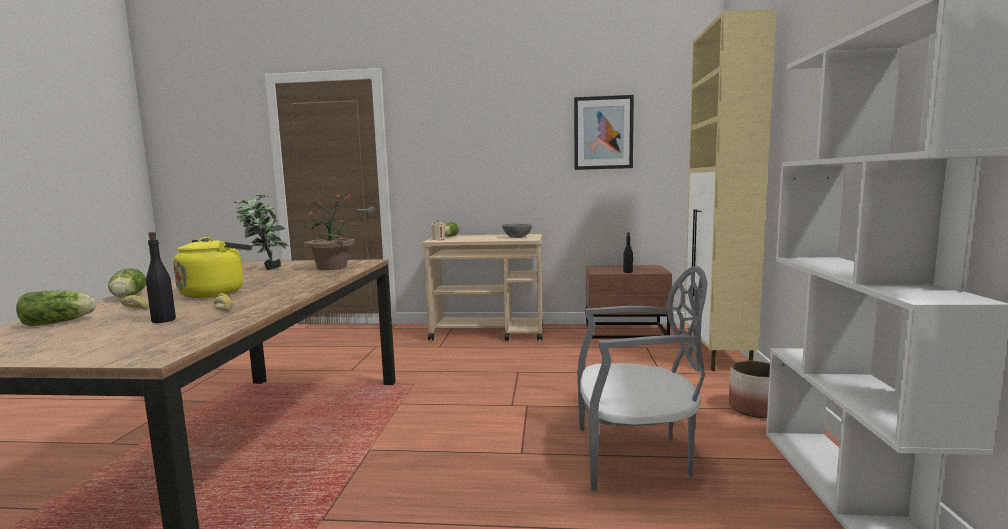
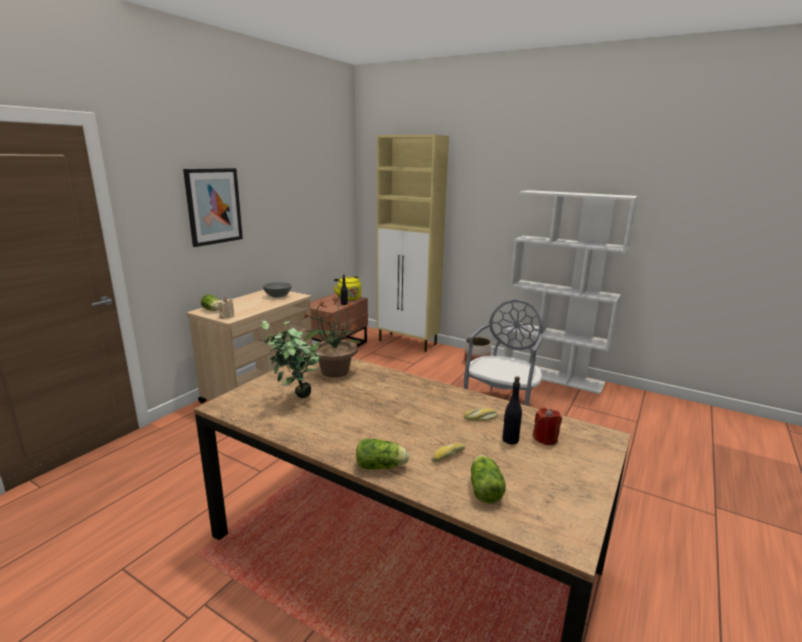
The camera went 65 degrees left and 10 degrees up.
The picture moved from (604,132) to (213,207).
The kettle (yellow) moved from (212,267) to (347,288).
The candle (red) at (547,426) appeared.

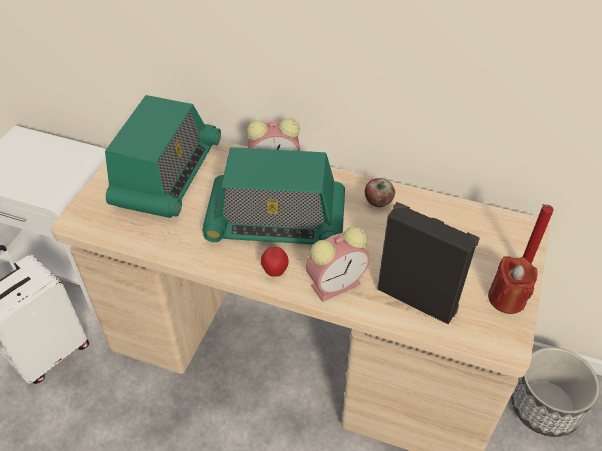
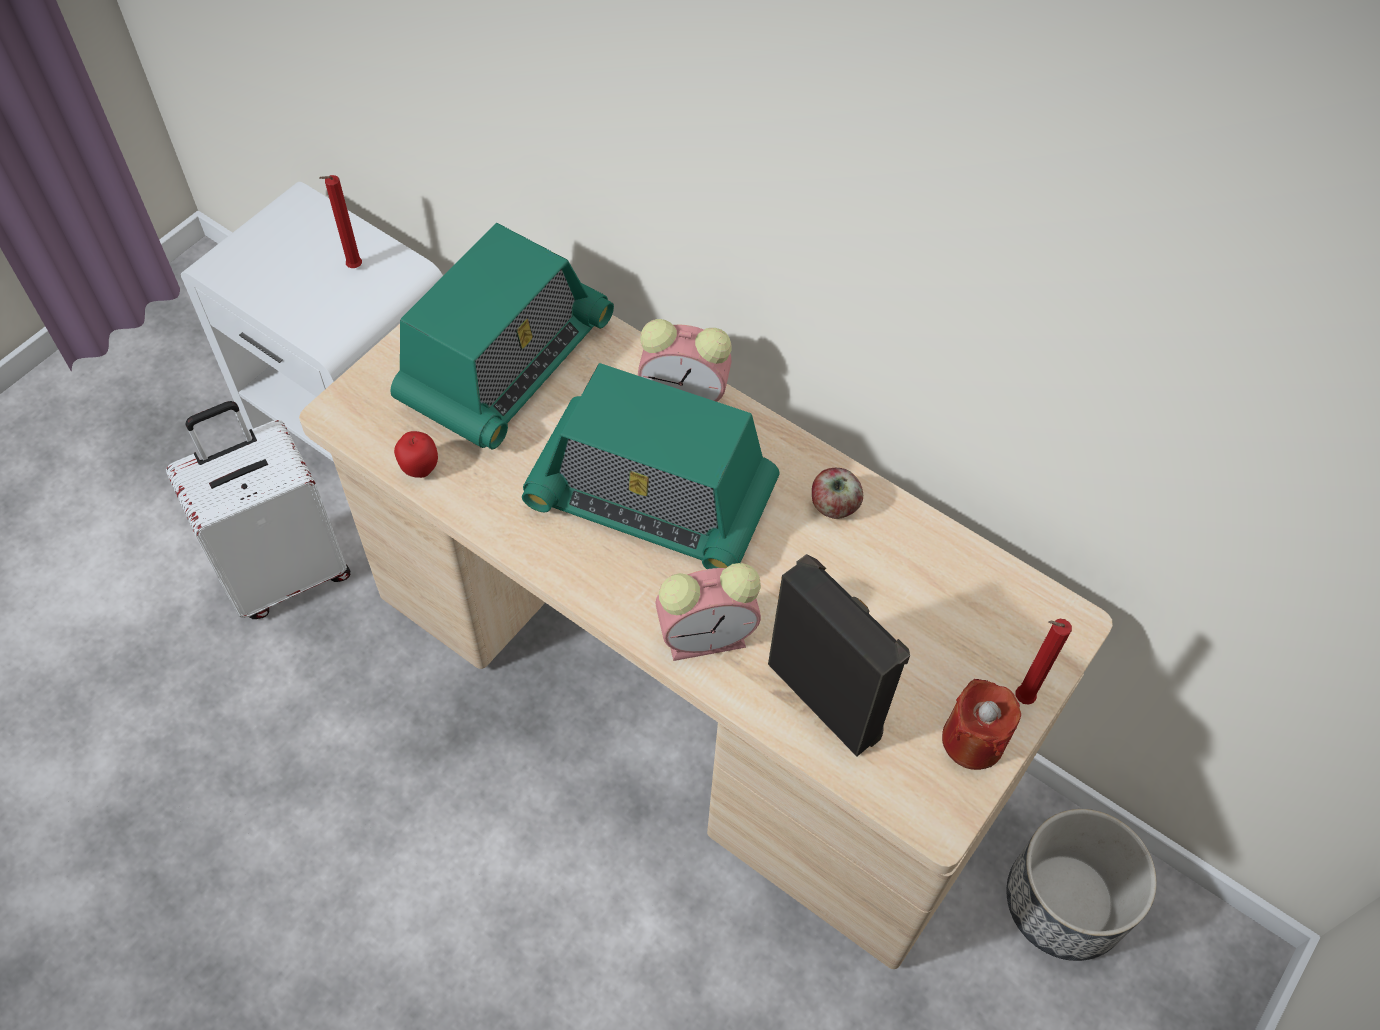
The camera went 15 degrees right and 10 degrees up.
The candle (red) at (340,221) appeared.
The apple moved from (275,262) to (416,454).

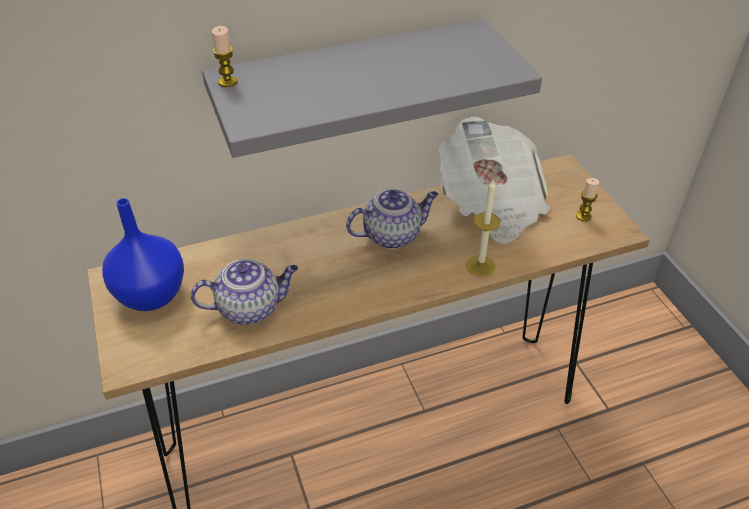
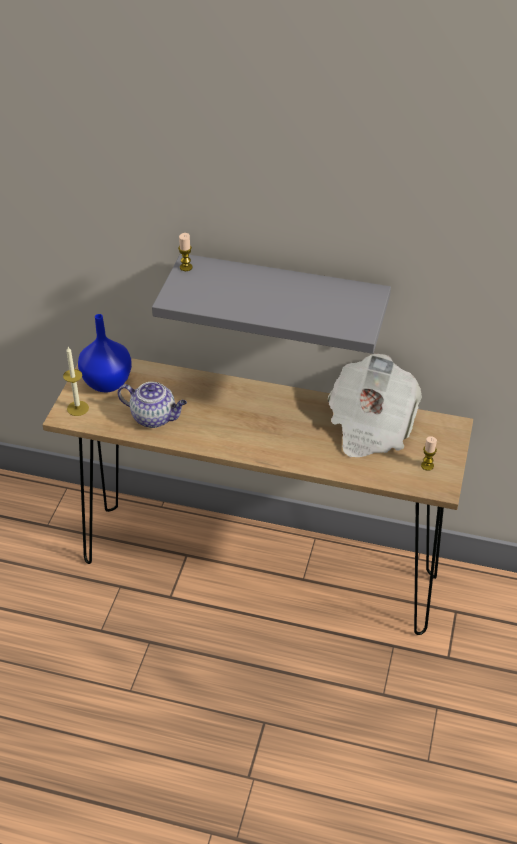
The camera went 35 degrees right and 0 degrees up.
The candle moved from (483,228) to (76,381).
The teapot at (392,218) disappeared.

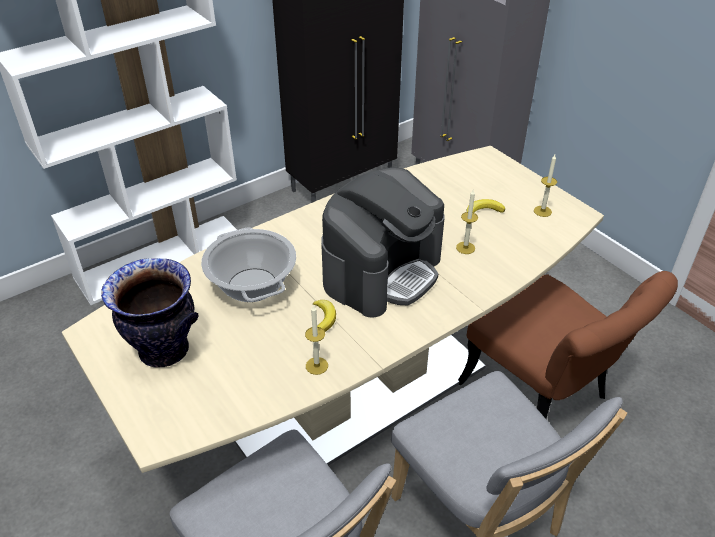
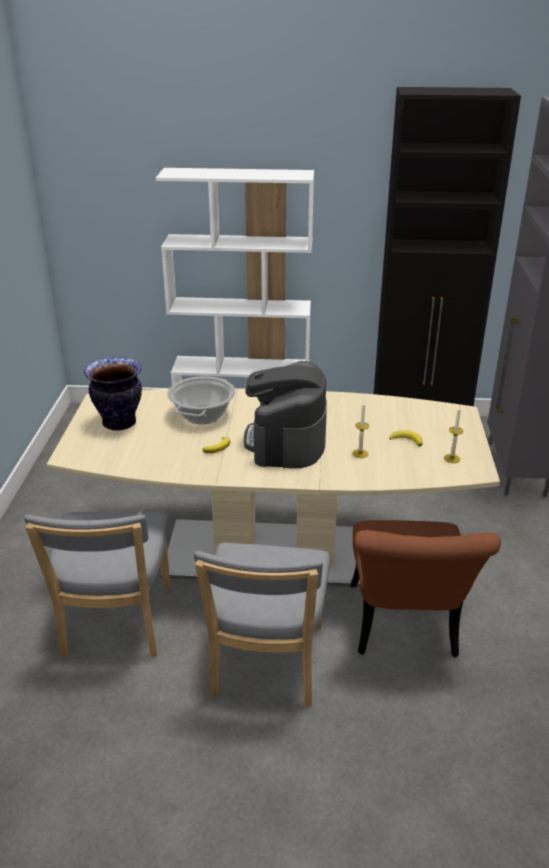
The camera went 40 degrees right and 10 degrees down.
The coffee machine at (383,242) turned 105 degrees clockwise.
The candle at (316,340) disappeared.

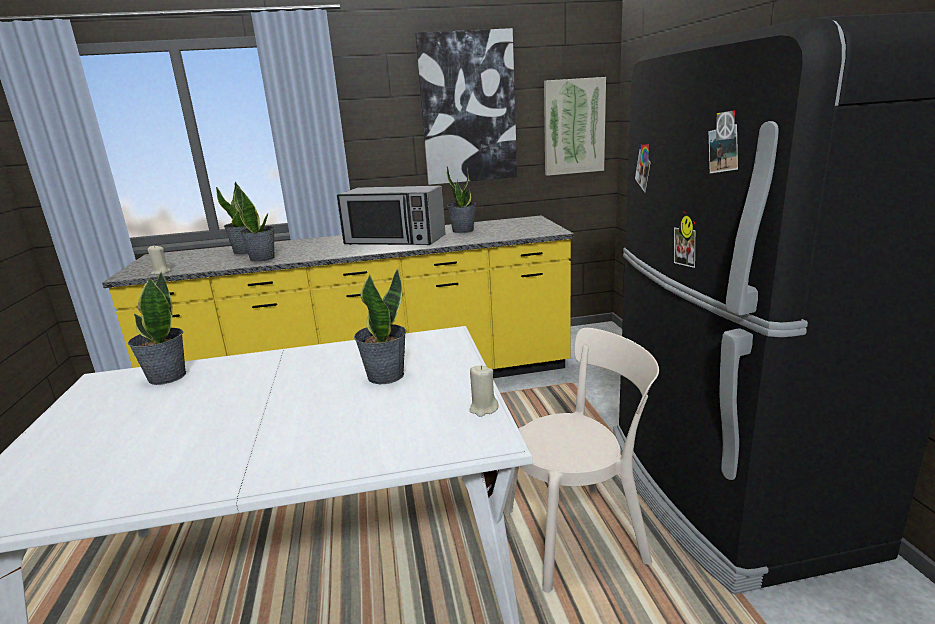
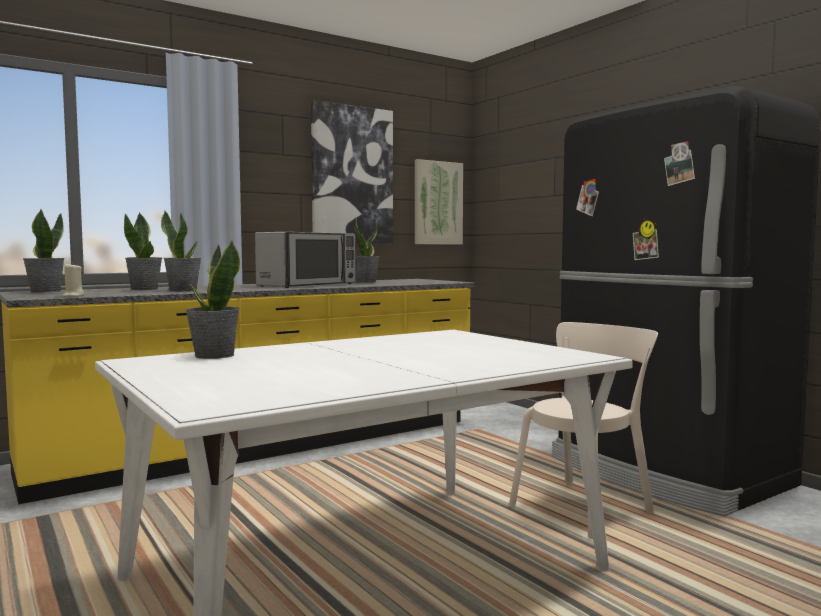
The camera went 25 degrees left and 15 degrees down.
The potted plant moved from (380,326) to (44,251).
The microwave at (391,215) turned 45 degrees counterclockwise.
The candle (beige) at (484,391) disappeared.

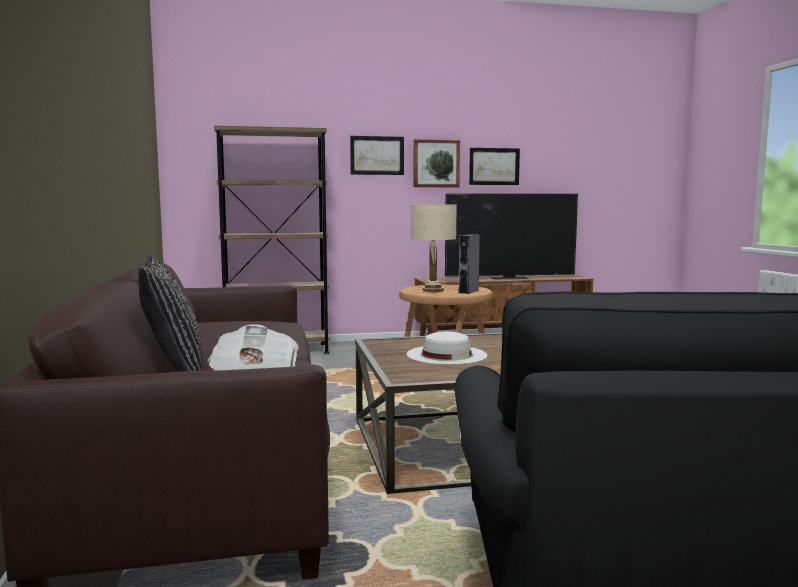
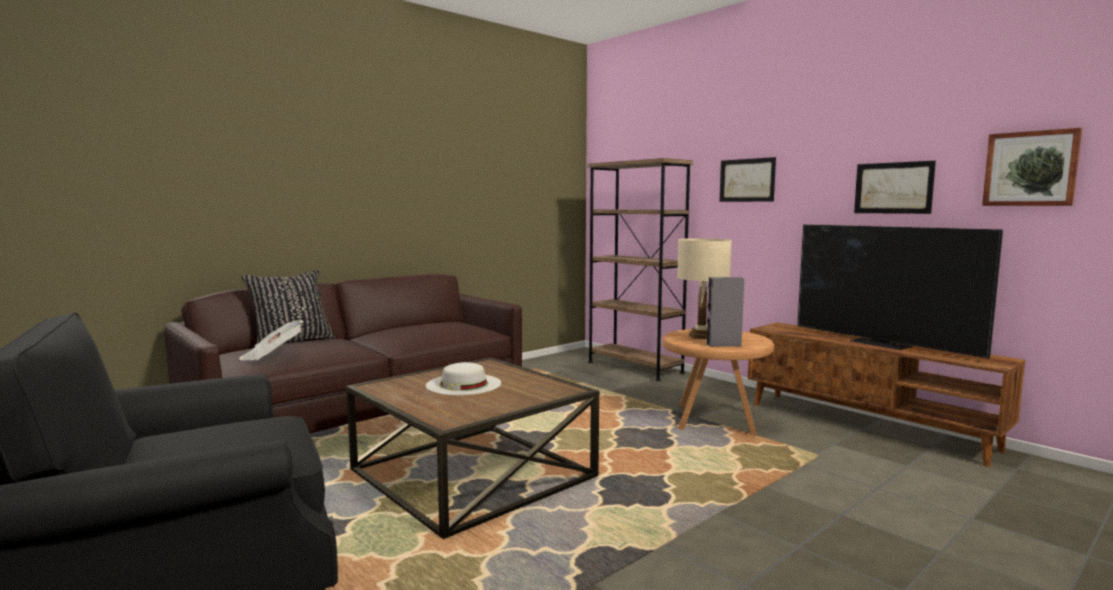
The camera went 60 degrees right and 0 degrees up.
The picture moved from (436,163) to (1032,167).

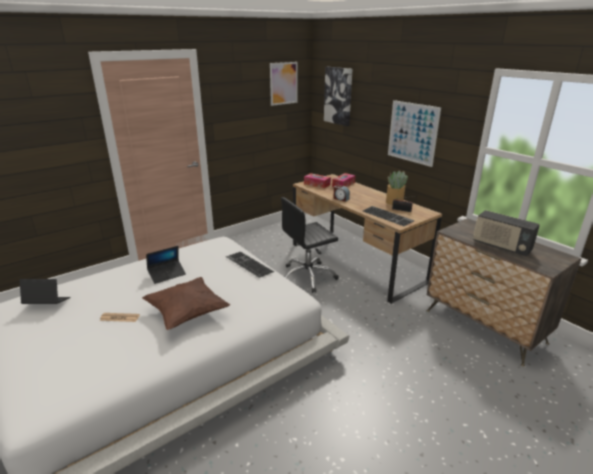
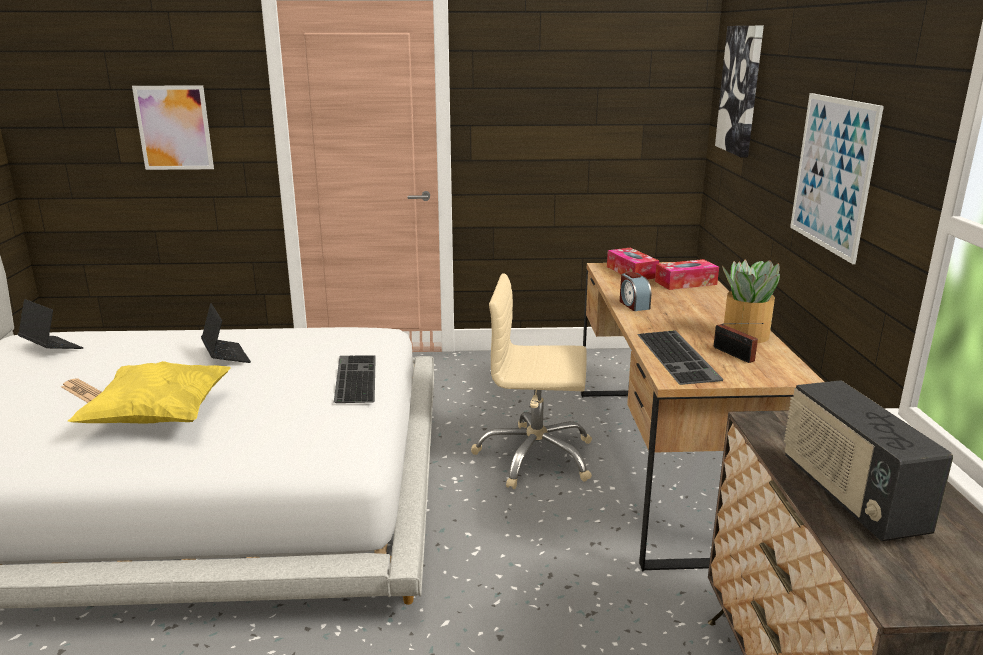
The camera went 35 degrees right and 5 degrees down.
The pillow (brown) at (186,303) became the pillow (yellow) at (149,392).
The picture moved from (284,84) to (173,128).
The laptop at (166,265) turned 120 degrees counterclockwise.
The office chair (black) at (310,245) became the office chair (beige) at (531,381).

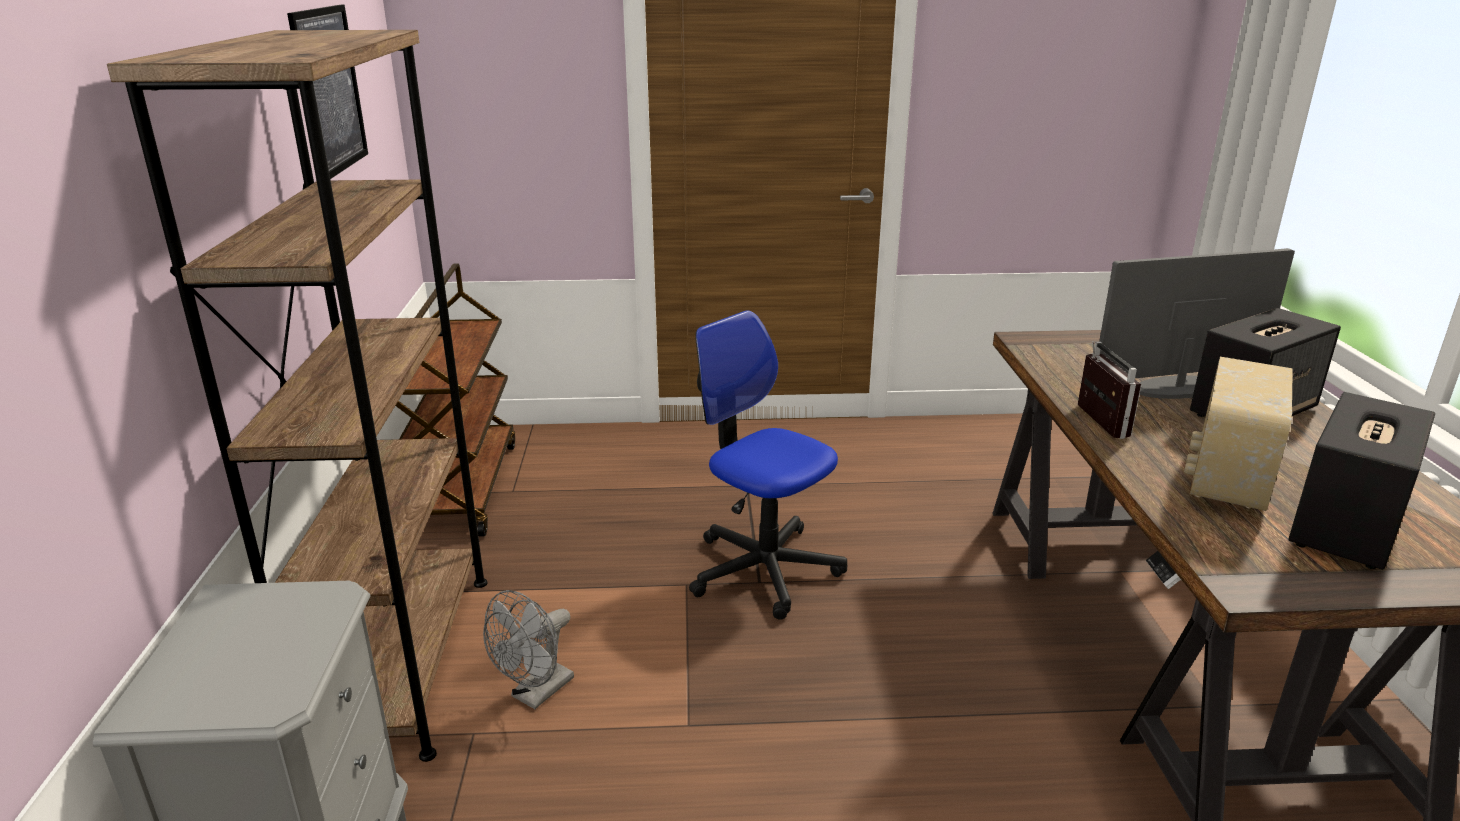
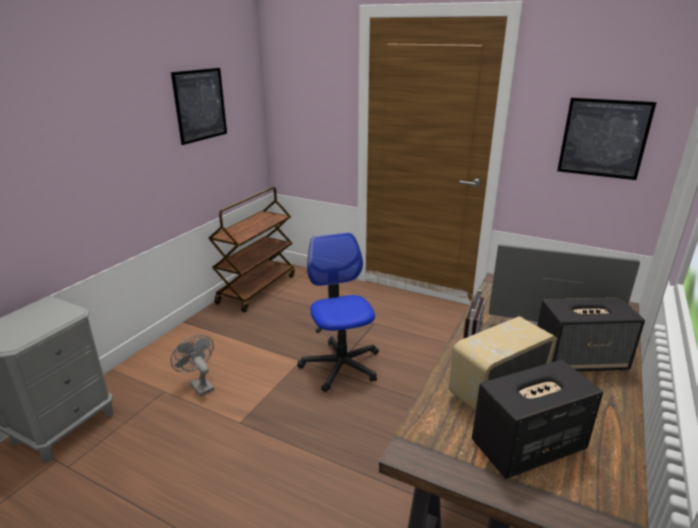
The camera went 30 degrees right and 0 degrees up.
The fan (grey) at (528,649) turned 75 degrees clockwise.
The picture at (607,139) appeared.
The bookcase (brown) at (297,396) disappeared.

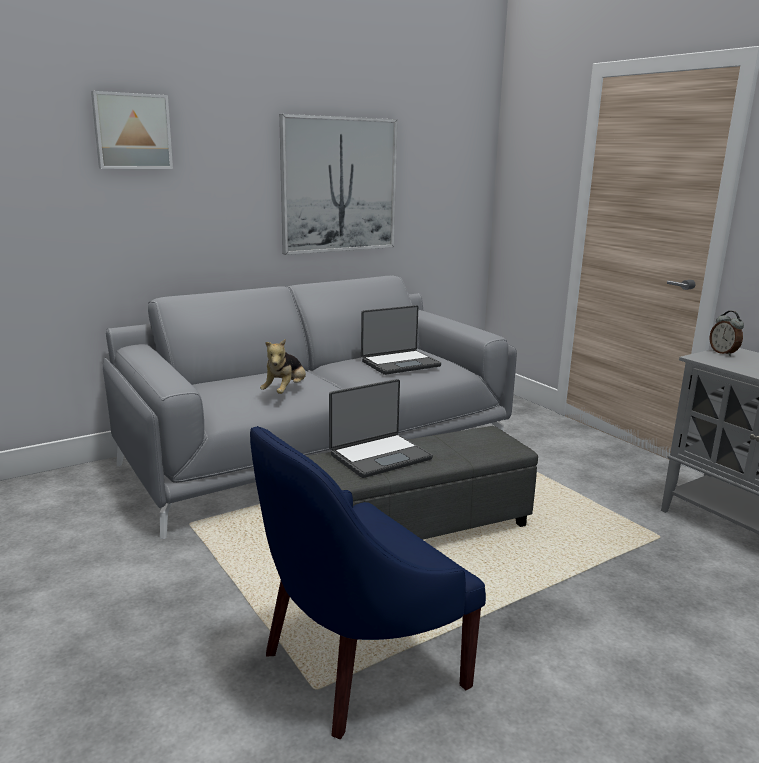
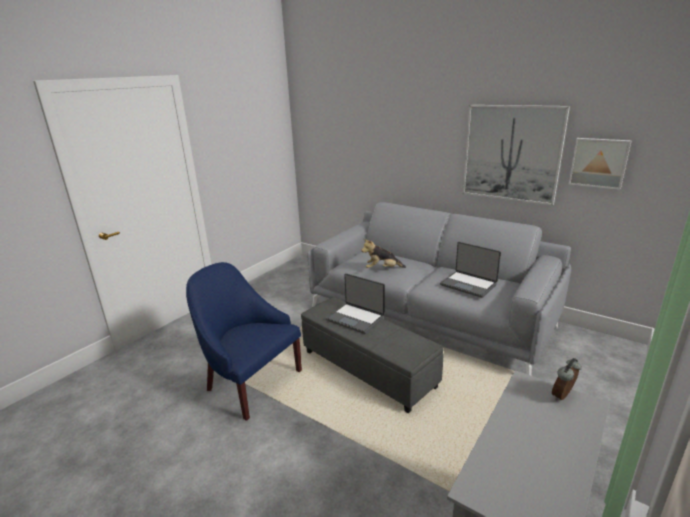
The camera went 70 degrees right and 5 degrees up.
The picture moved from (132,130) to (600,164).

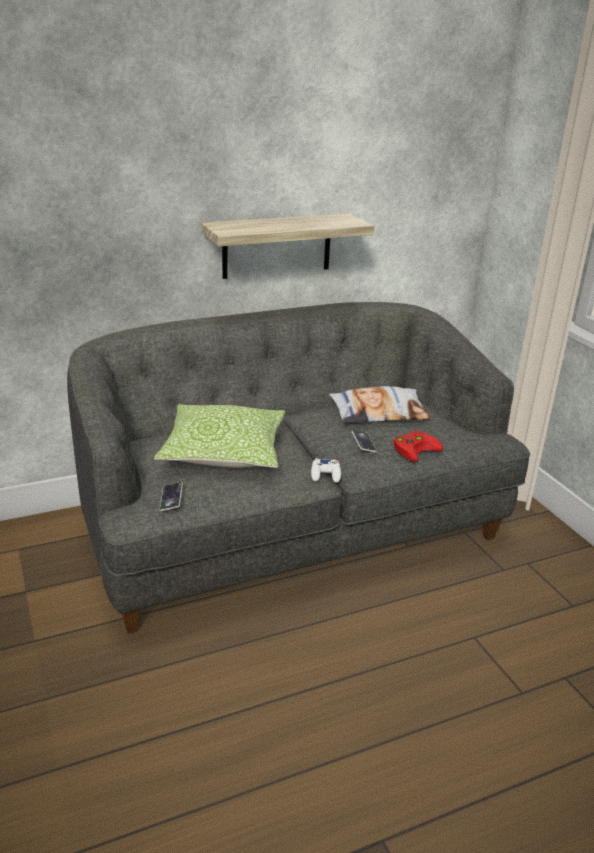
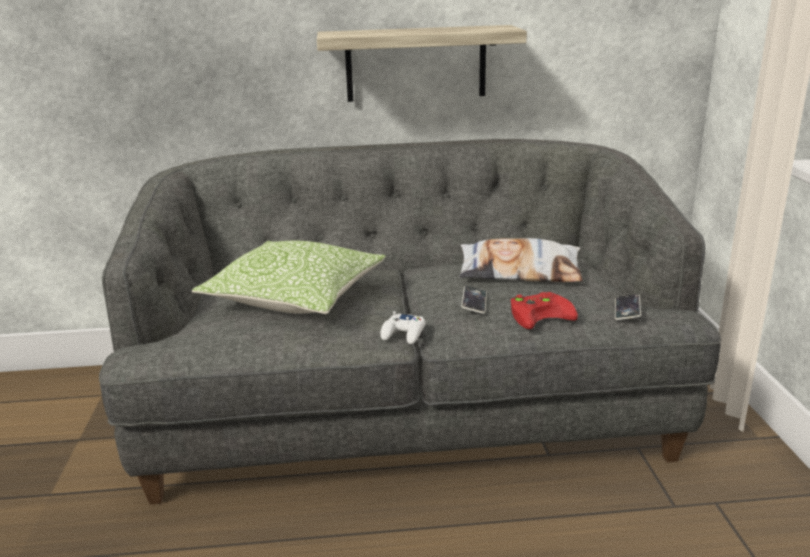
The camera went 20 degrees right and 5 degrees down.
The phone moved from (171,496) to (628,307).

